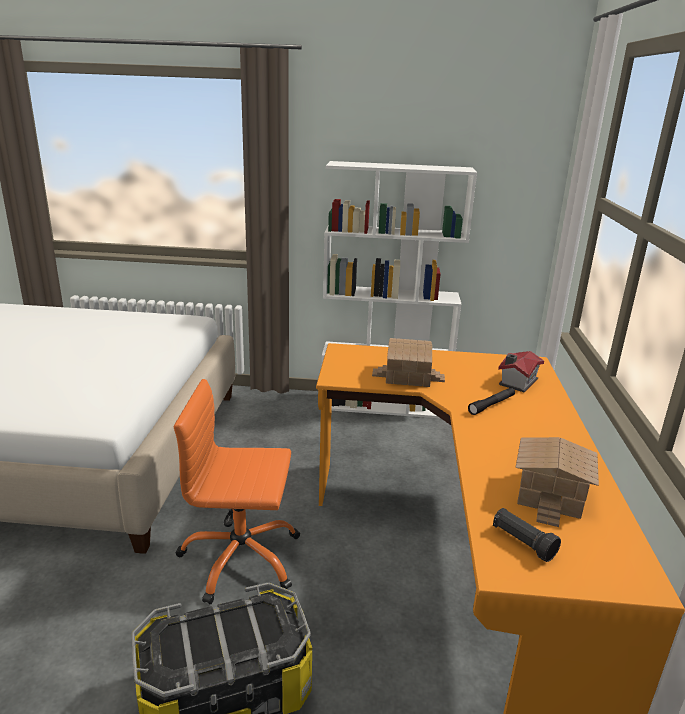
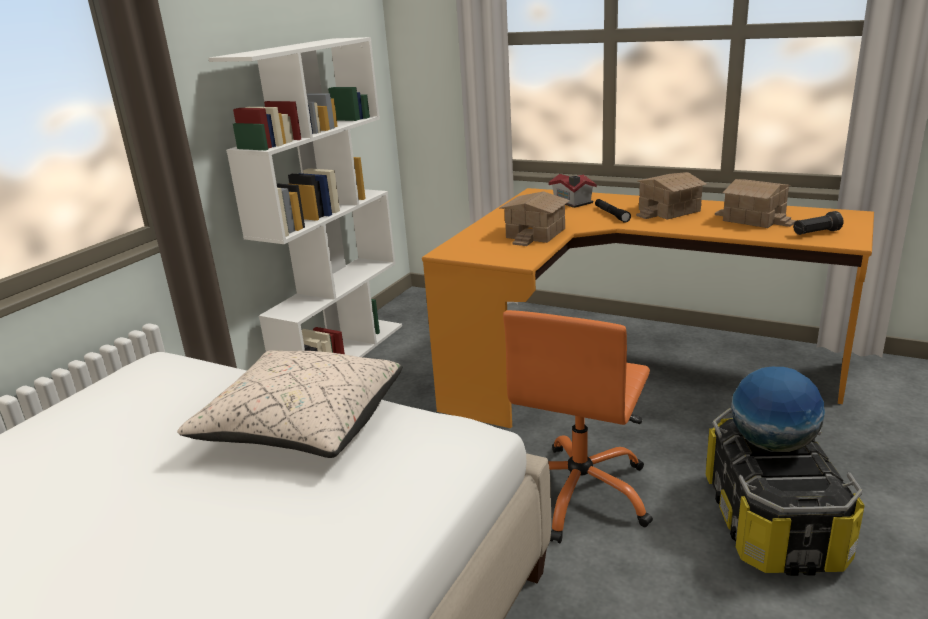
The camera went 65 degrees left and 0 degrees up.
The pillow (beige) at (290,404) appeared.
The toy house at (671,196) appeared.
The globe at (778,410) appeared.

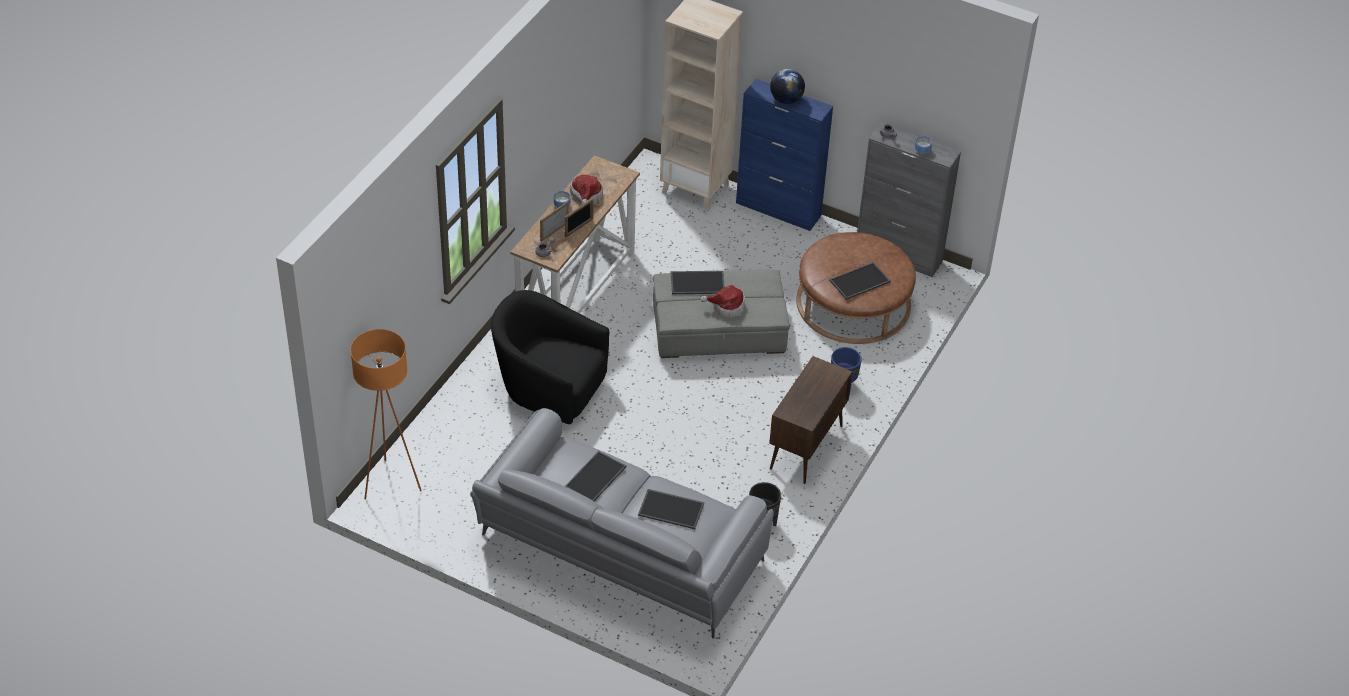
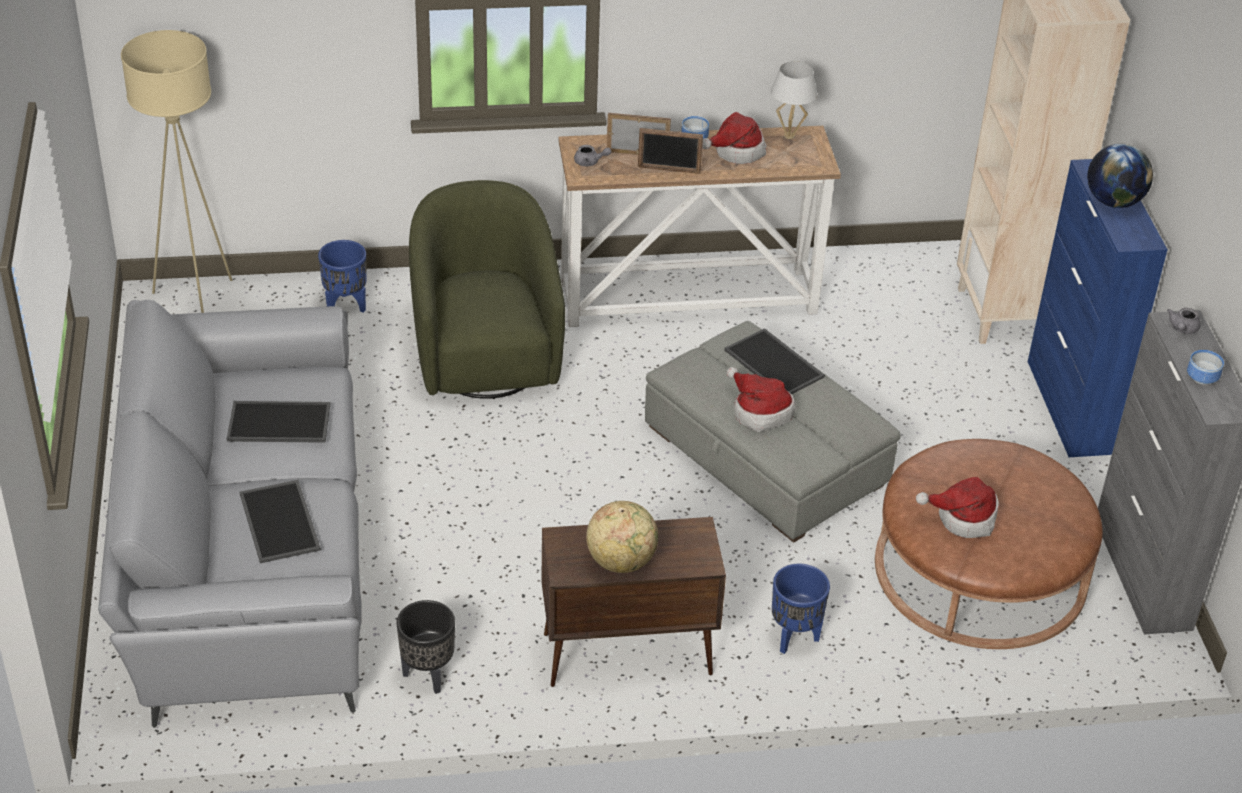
The camera went 55 degrees right and 5 degrees down.
The floor lamp (orange) at (386,414) became the floor lamp (beige) at (176,171).
The planter (blue) at (342,276) appeared.
The armchair (black) at (550,357) became the armchair (green) at (487,289).
The globe at (622,537) appeared.
The table lamp (white) at (794,100) appeared.
The tray at (860,281) was replaced by the hat at (957,507).

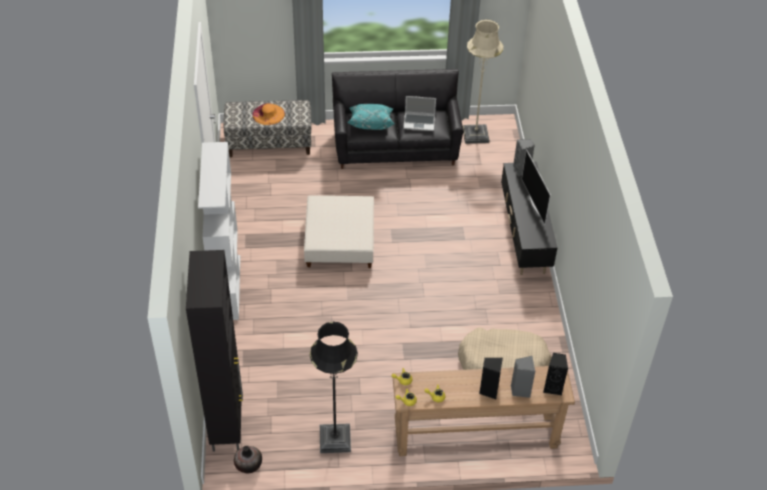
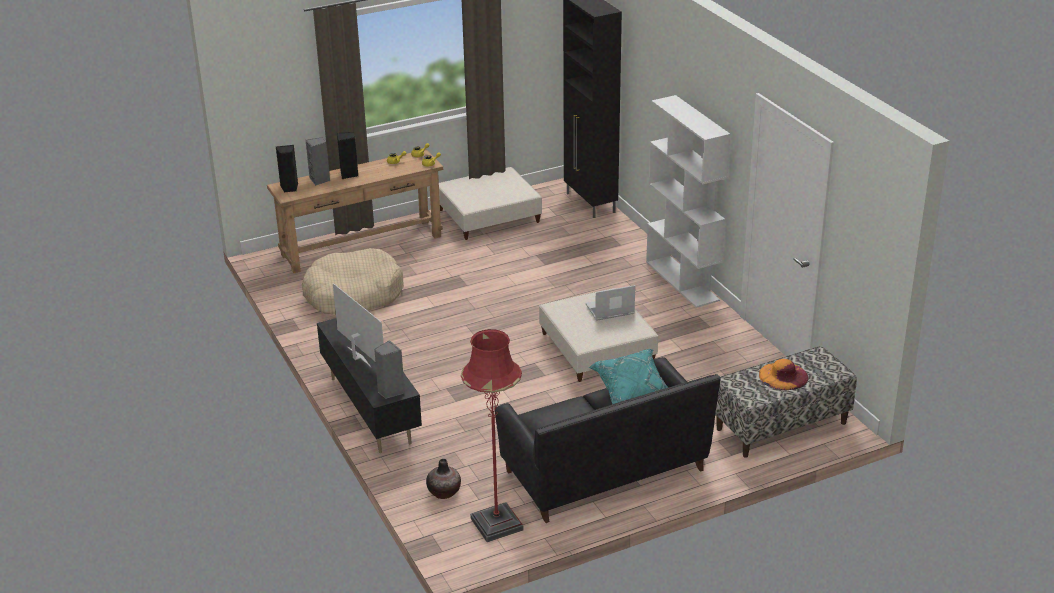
The camera went 160 degrees right and 15 degrees down.
The vase moved from (248,459) to (443,479).
The floor lamp (black) at (333,387) was replaced by the ottoman (beige) at (490,203).
The floor lamp (beige) at (483,81) became the floor lamp (red) at (492,435).
The laptop moved from (419,113) to (610,302).

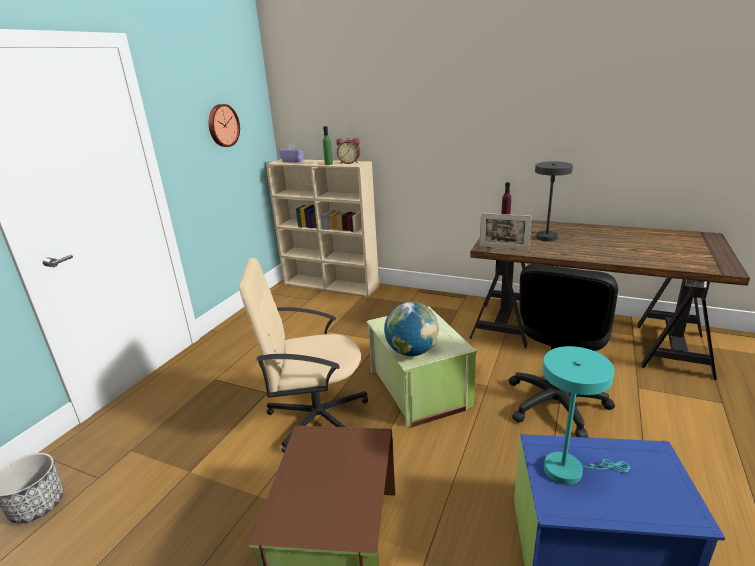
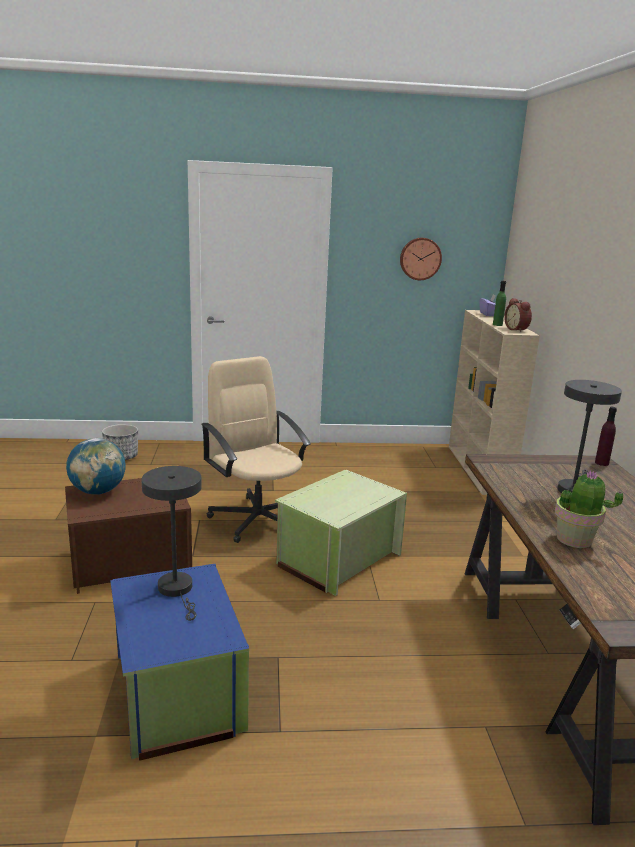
The camera went 60 degrees right and 5 degrees down.
The globe moved from (411,329) to (96,466).
The table lamp (turquoise) at (586,415) became the table lamp (grey) at (171,543).
The potted plant at (589,509) appeared.
The picture frame at (506,231) disappeared.
The office chair (black) at (563,351) disappeared.

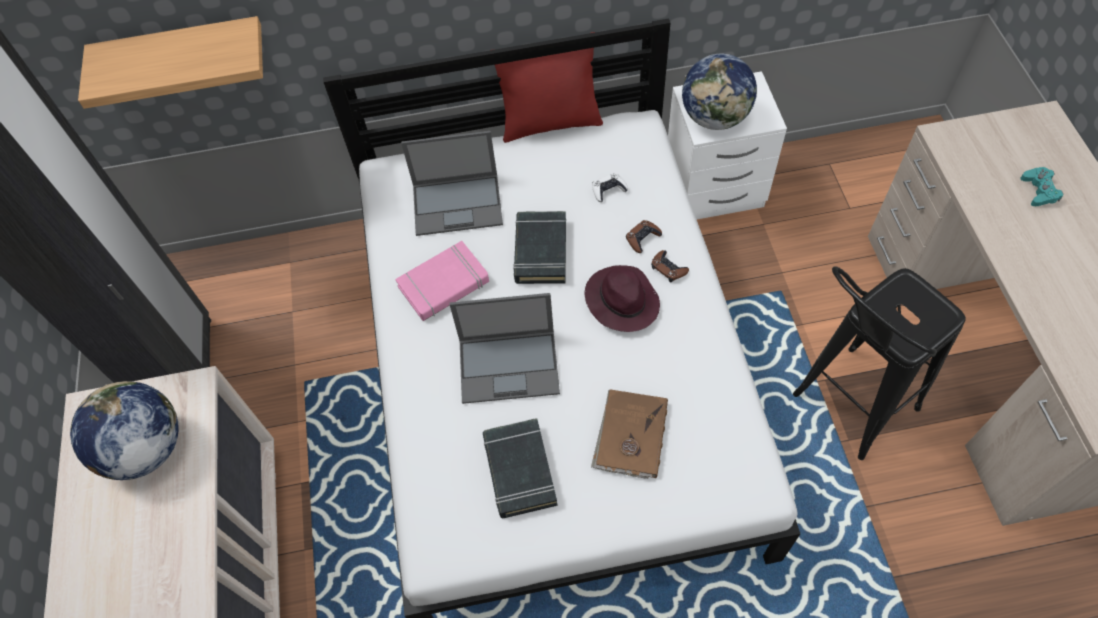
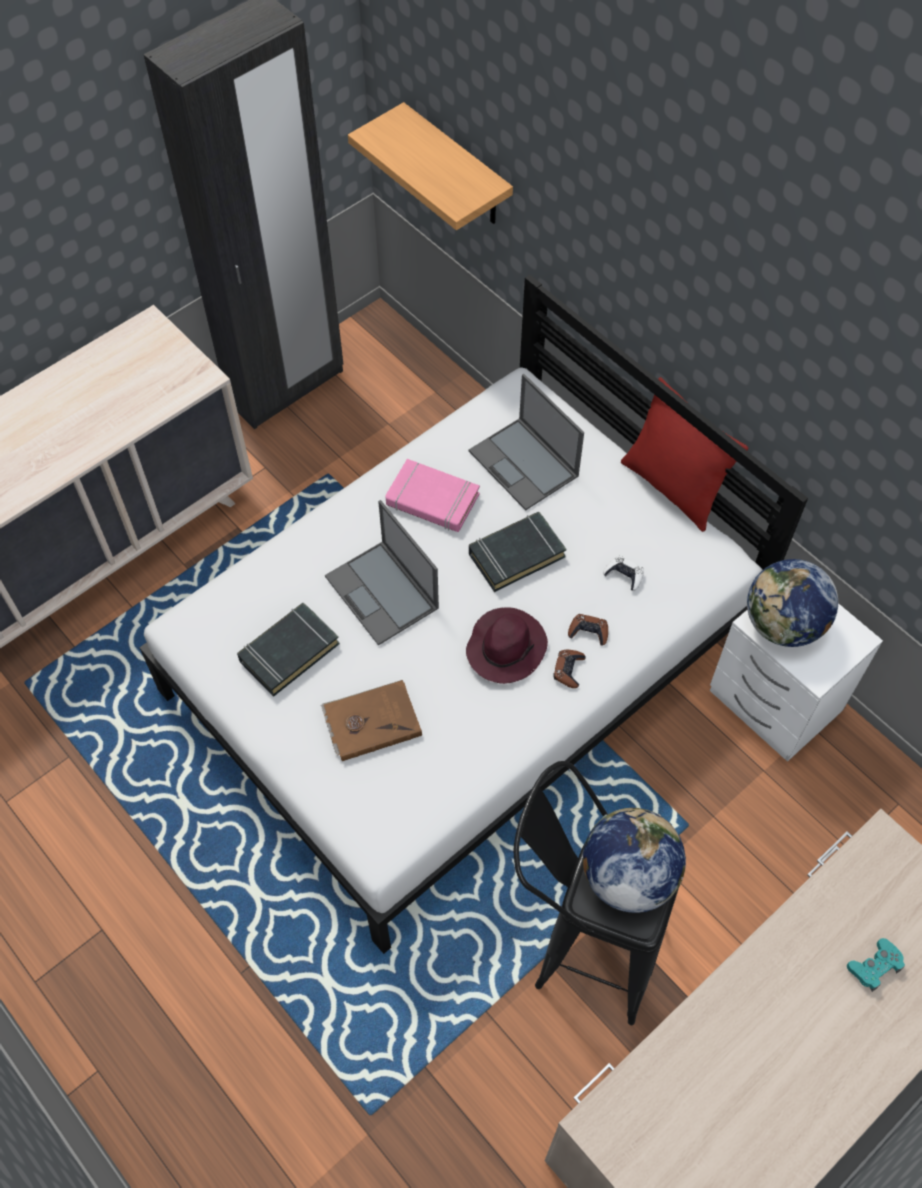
The camera went 55 degrees right and 0 degrees up.
The globe moved from (124,430) to (634,860).

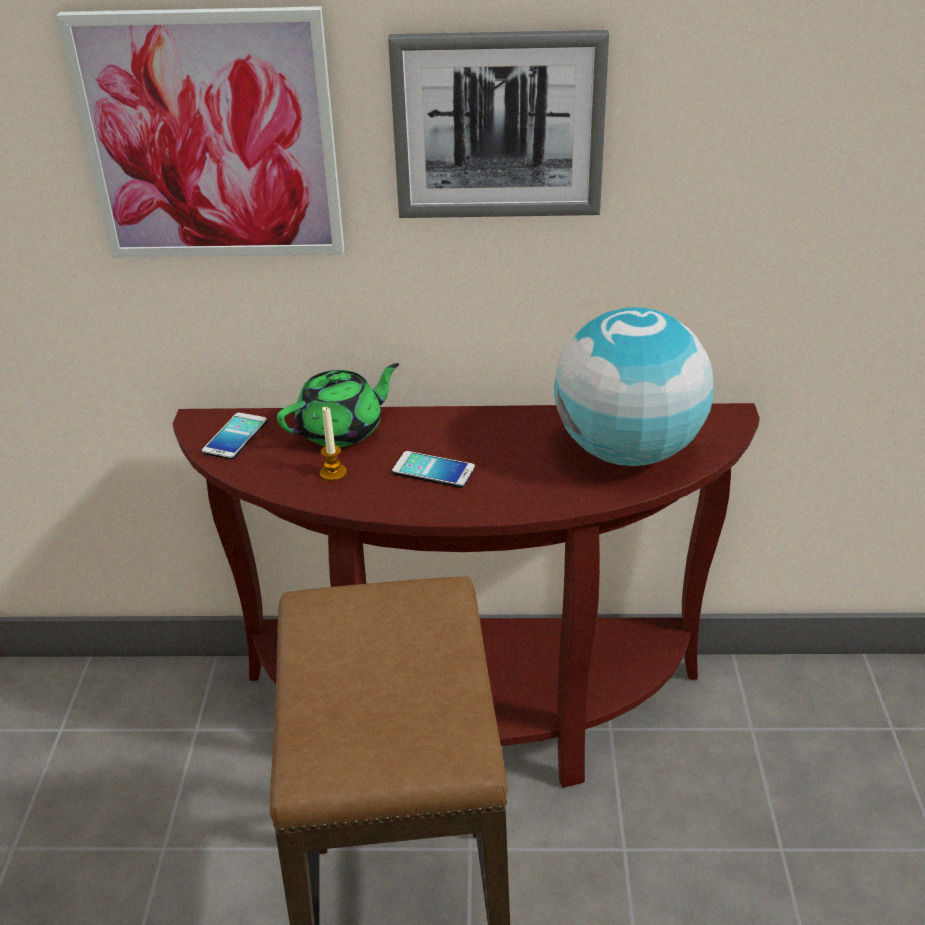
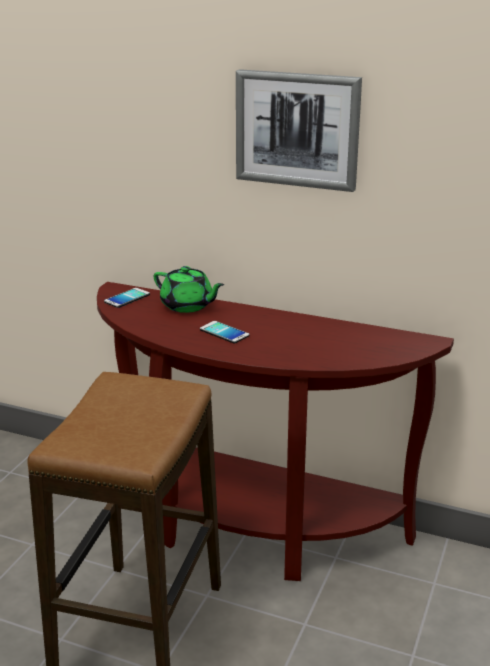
The camera went 20 degrees right and 10 degrees down.
The teapot (green) at (338,405) turned 45 degrees clockwise.
The picture at (200,132) disappeared.
The candle at (333,444) disappeared.
The globe at (633,386) disappeared.

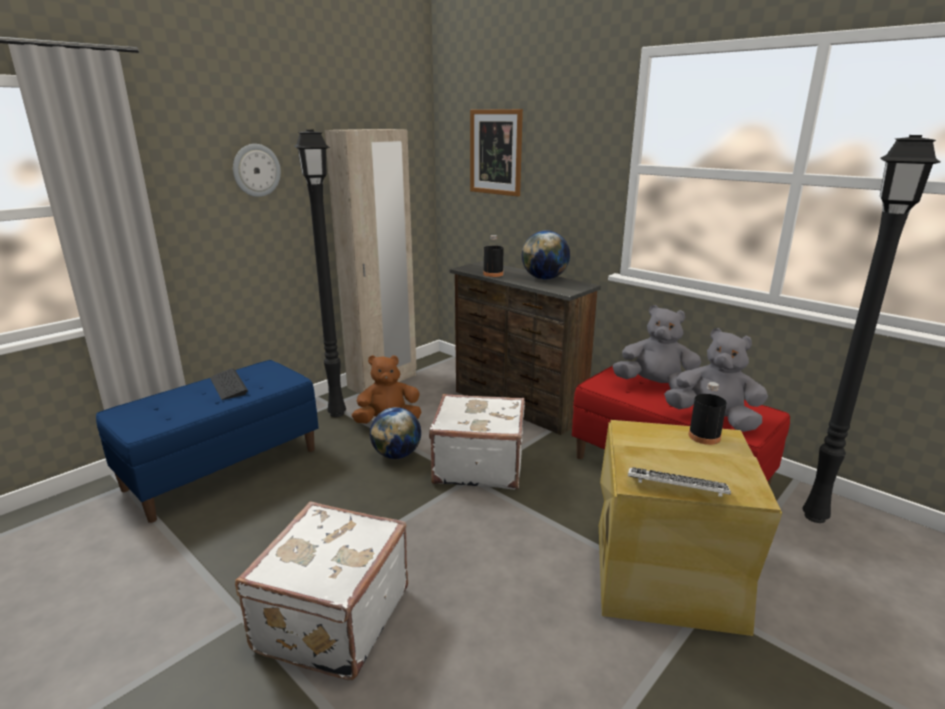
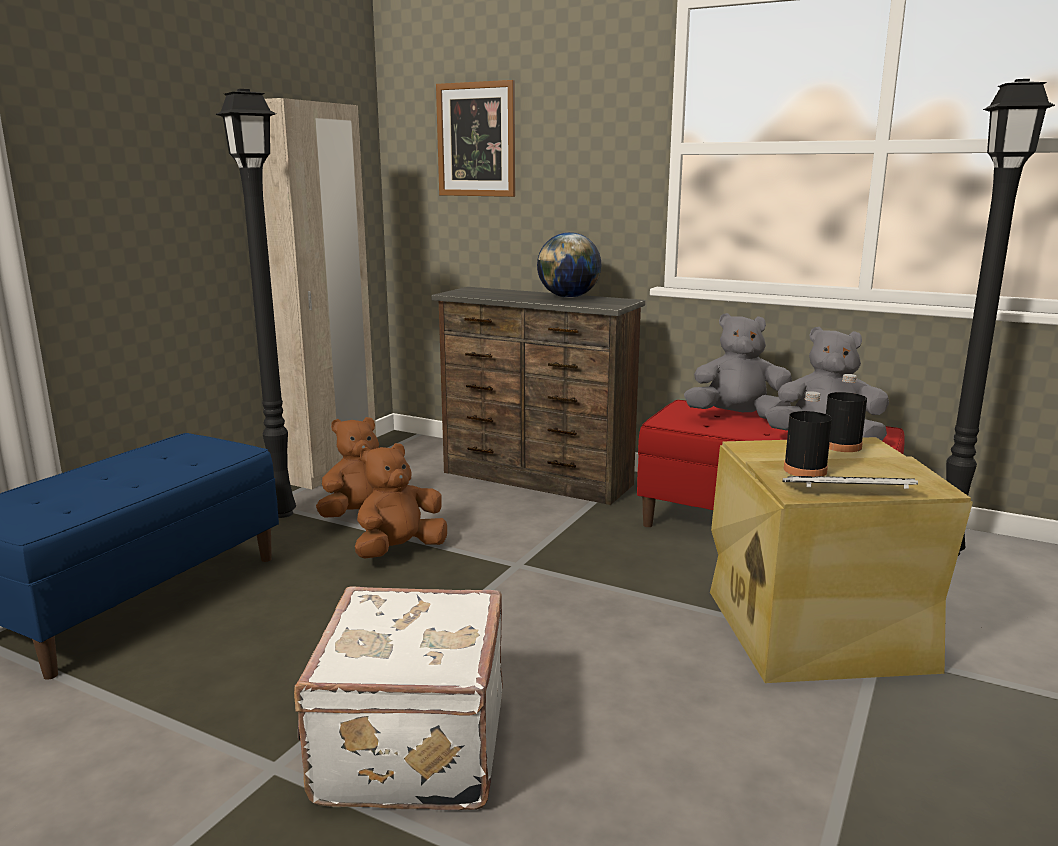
The camera went 15 degrees left and 5 degrees down.
The globe at (395,433) was replaced by the plush toy (brown) at (401,501).
The bottle (black) moved from (493,256) to (808,434).
The keyboard at (229,384) disappeared.
The wall clock at (257,170) disappeared.
The suitcase (white) at (477,441) disappeared.

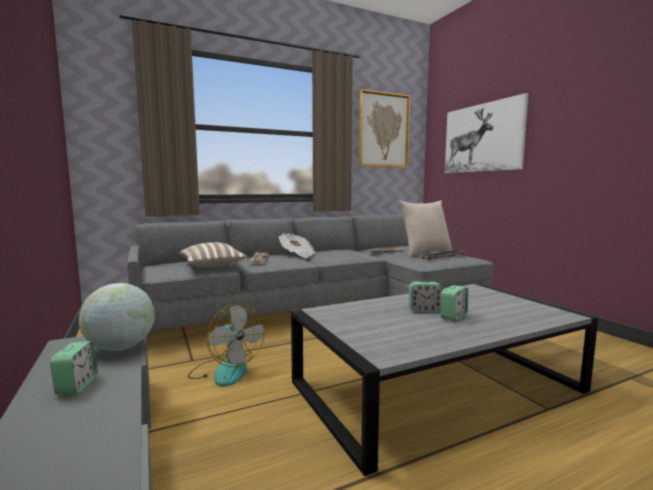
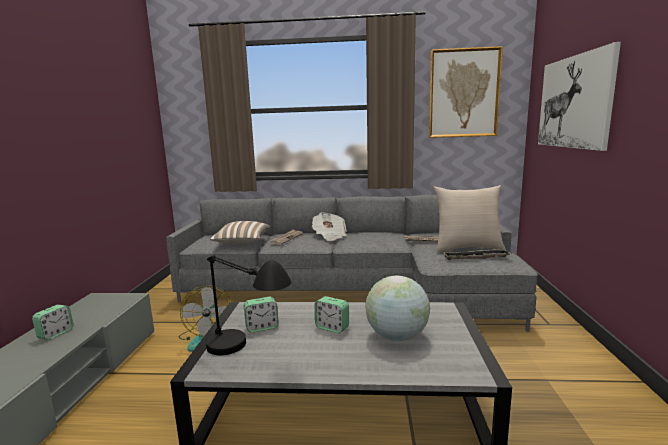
The camera went 30 degrees right and 5 degrees up.
The table lamp (black) at (249,305) appeared.
The alarm clock moved from (454,303) to (261,315).
The globe moved from (117,317) to (397,308).

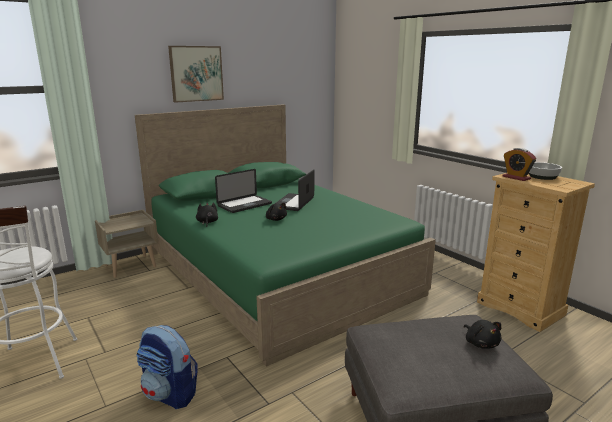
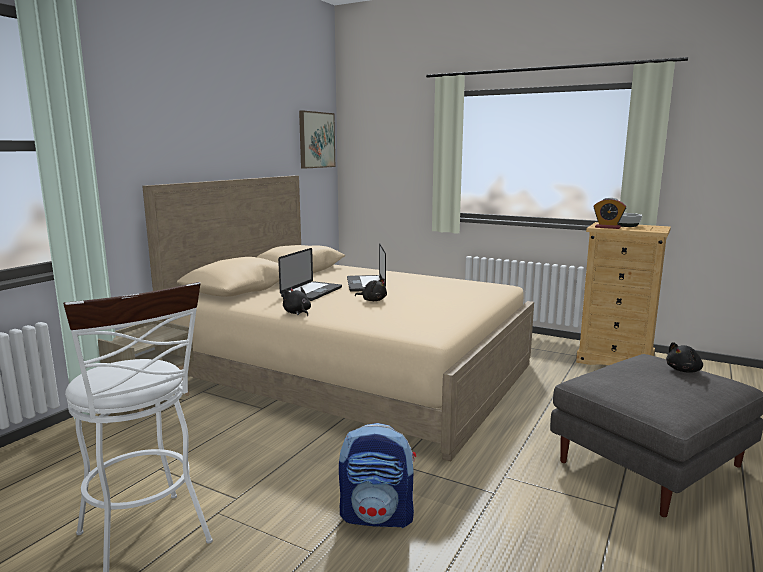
The camera went 25 degrees left and 5 degrees down.
The bed (green) at (285,235) became the bed (beige) at (338,318).
The picture moved from (196,74) to (317,139).
The plush toy (black) at (482,334) turned 105 degrees clockwise.

